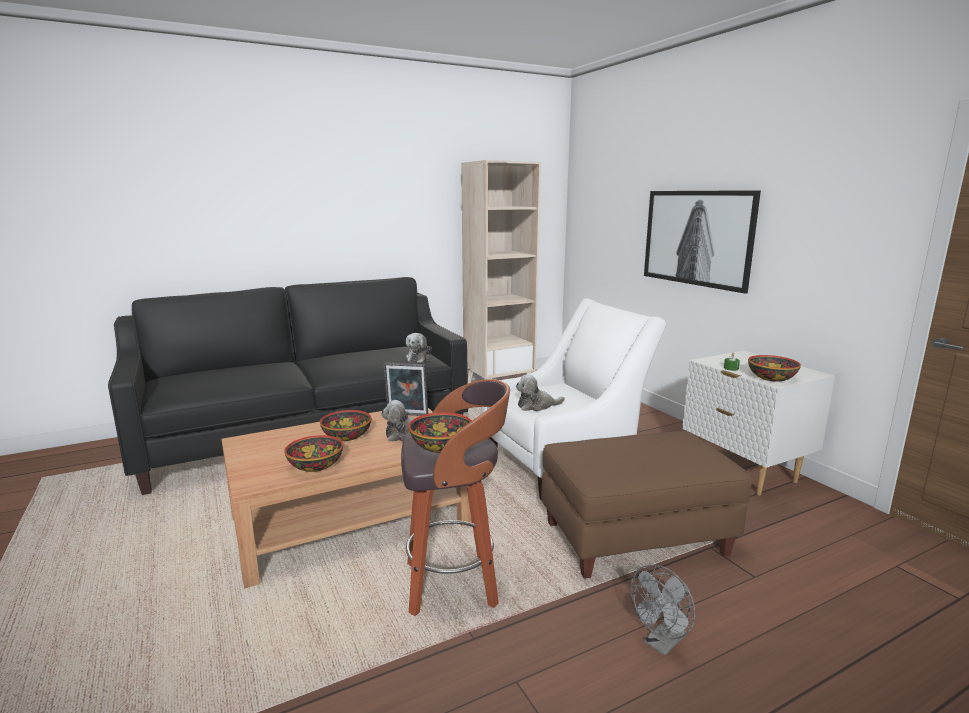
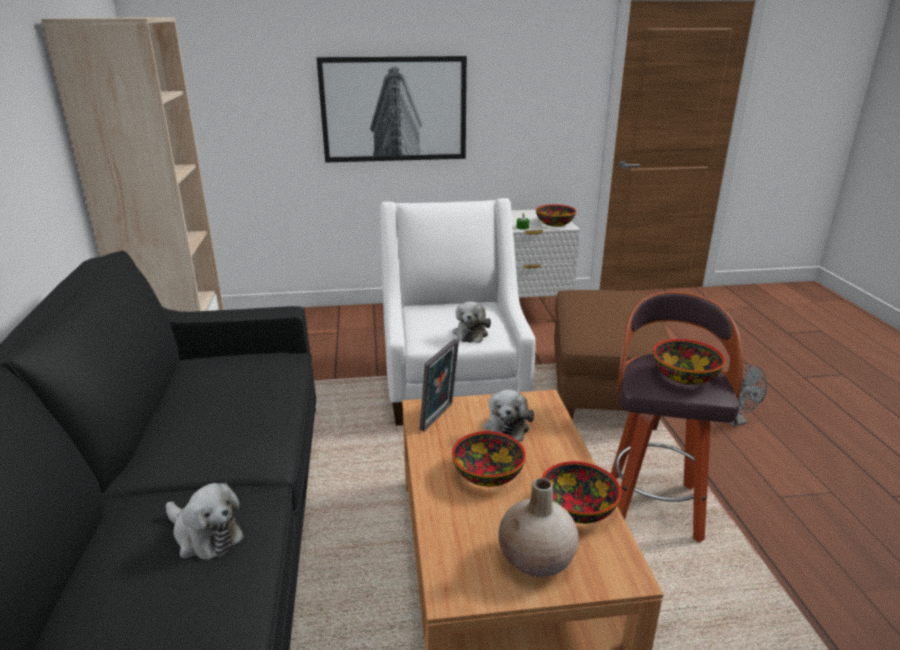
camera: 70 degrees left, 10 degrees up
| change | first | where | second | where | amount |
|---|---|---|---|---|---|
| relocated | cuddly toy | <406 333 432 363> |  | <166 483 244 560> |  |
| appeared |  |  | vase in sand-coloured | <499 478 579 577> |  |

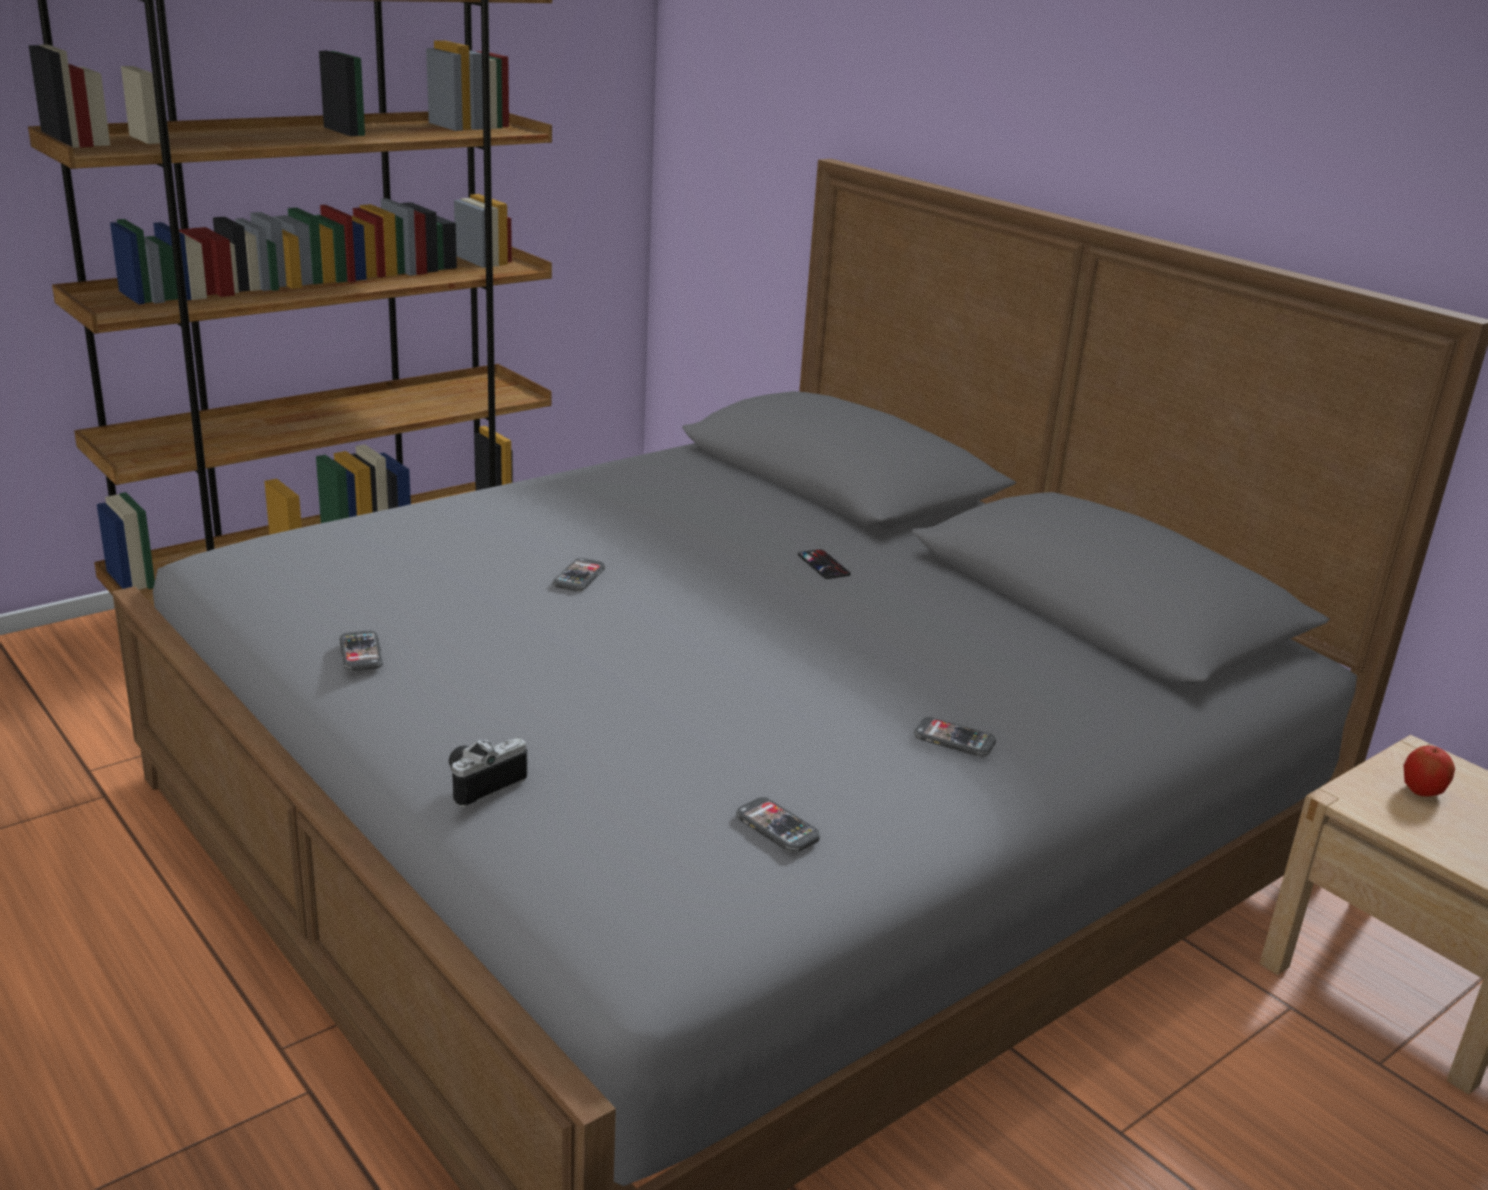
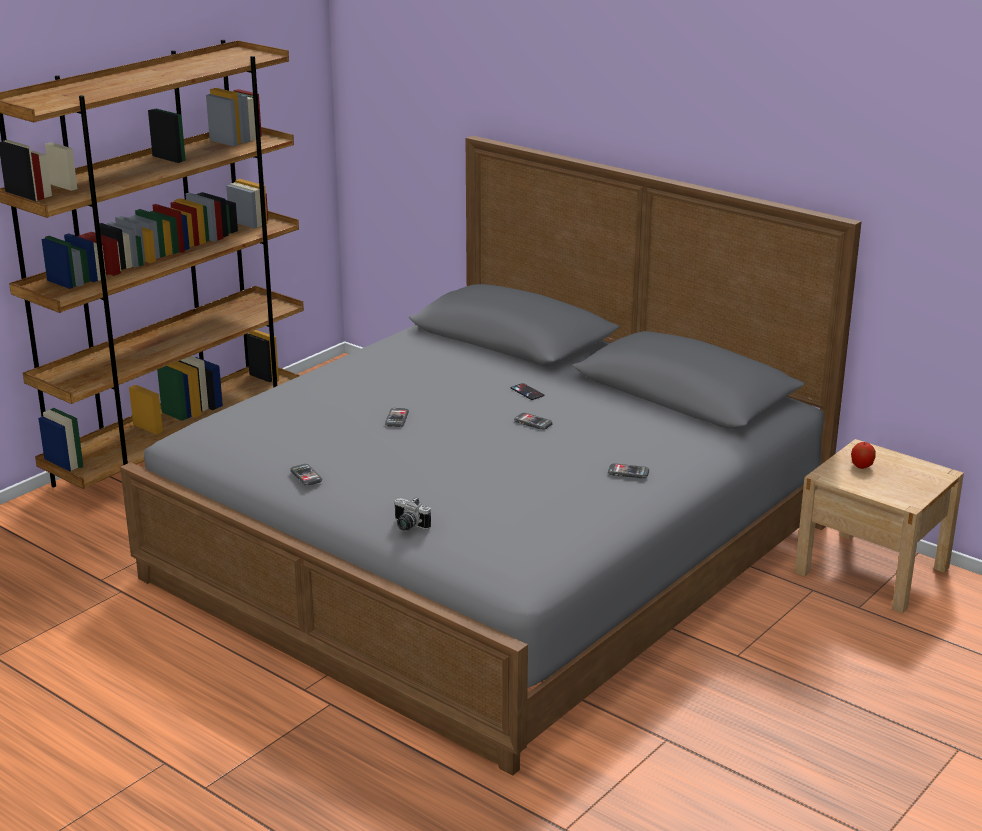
camera: 10 degrees left, 0 degrees up
| change | first | where | second | where | amount |
|---|---|---|---|---|---|
| spun | photo camera | <449 737 528 807> |  | <394 497 431 531> | 90 degrees counterclockwise |
| relocated | handset | <736 797 820 853> |  | <514 413 553 430> |  |

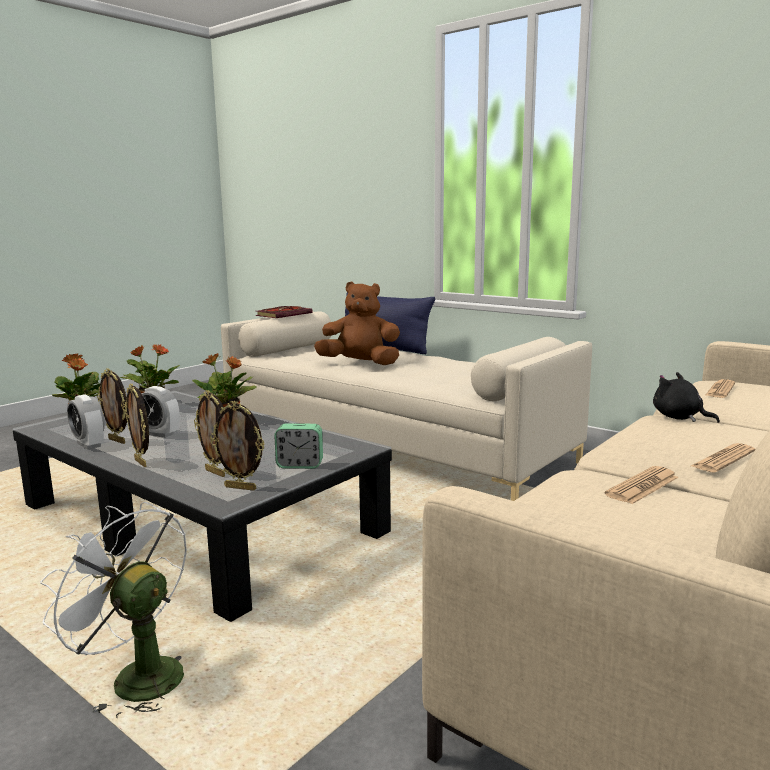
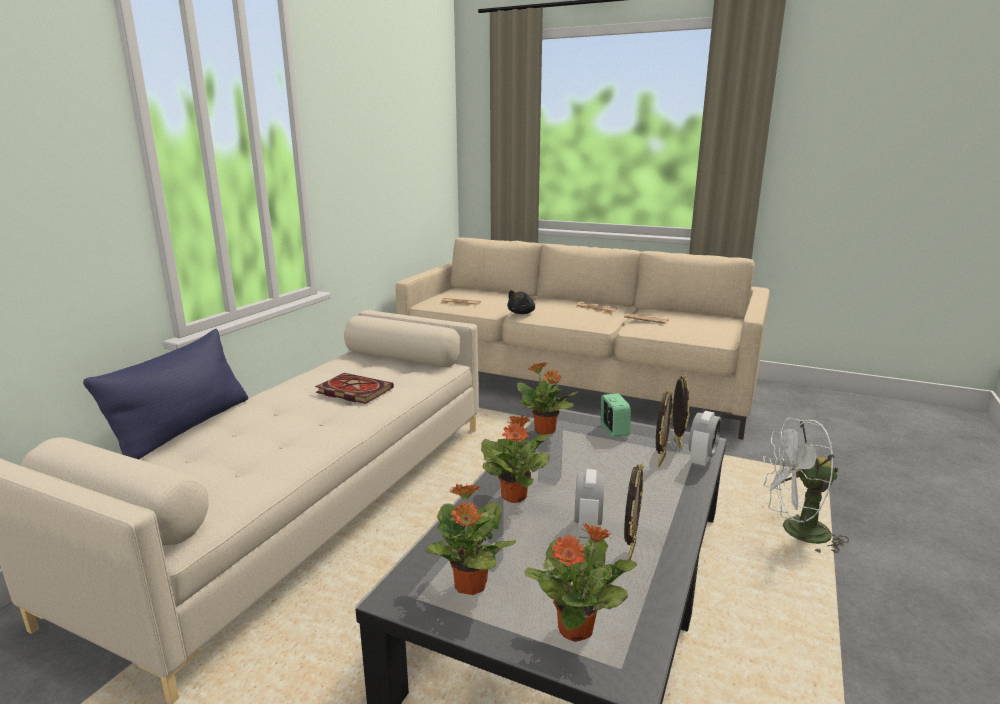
camera: 105 degrees left, 5 degrees up
| change | first | where | second | where | amount |
|---|---|---|---|---|---|
| relocated | volume | <256 306 313 318> |  | <315 373 394 404> |  |
| appeared |  |  | houseplant | <517 362 578 435> |  |
| relocated | bedside clock | <67 394 105 450> |  | <689 411 721 468> |  |
| spun | cooling fan in whitish | <40 502 187 718> |  | <762 418 849 554> | 75 degrees clockwise |
| missing | photo frame | <125 383 149 467> |  |  |  |
| missing | cuddly toy in brown | <314 282 400 365> |  |  |  |

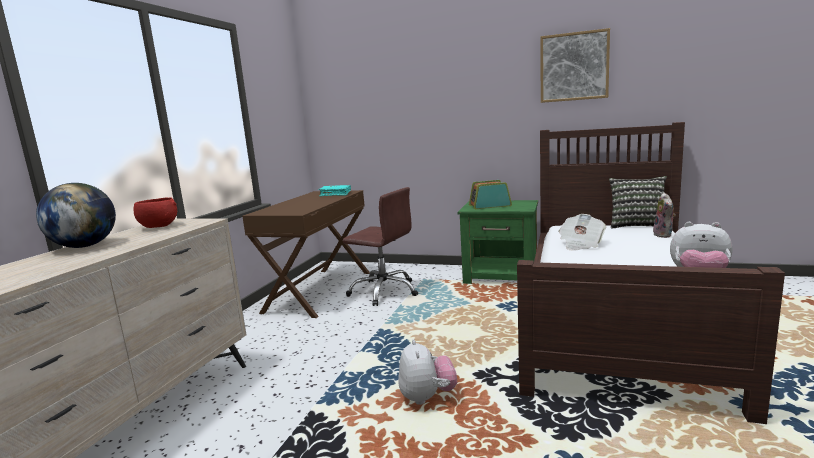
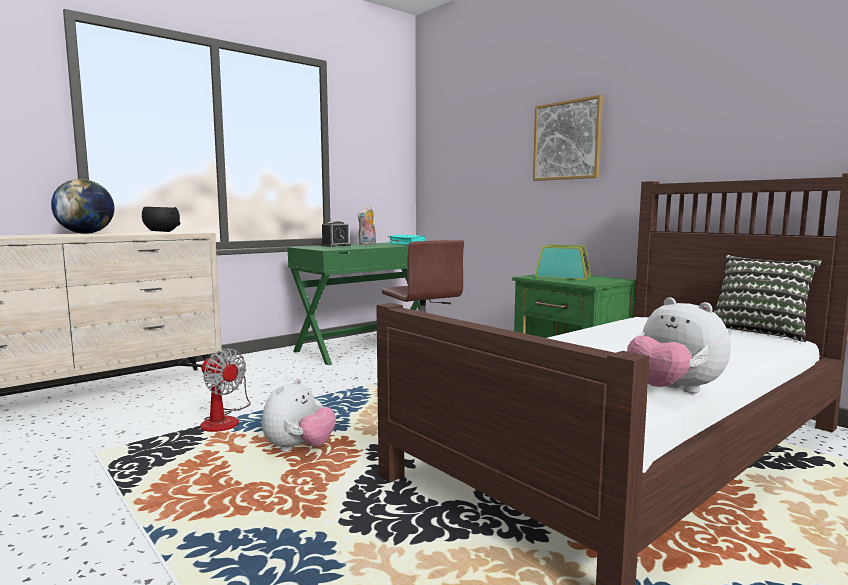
camera: 30 degrees right, 5 degrees down
| change | first | where | second | where | amount |
|---|---|---|---|---|---|
| colour | deep dish in red-coloured | <133 197 177 228> | deep dish in black | <142 207 181 232> |  |
| appeared |  |  | cooling fan | <200 348 251 432> |  |
| colour | desk in brown | <242 190 370 318> | desk in greenish | <287 242 426 365> |  |
| appeared |  |  | bedside clock | <321 221 351 247> |  |
| relocated | cuddly toy | <653 193 676 238> |  | <357 206 376 245> |  |
| relocated | wall picture | <540 28 610 103> |  | <533 95 603 181> |  |
| missing | daily paper | <559 214 607 251> |  |  |  |

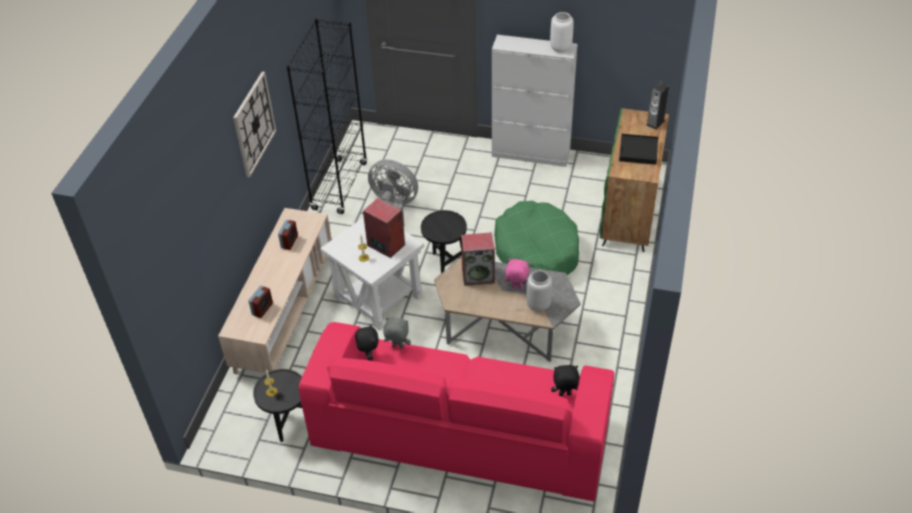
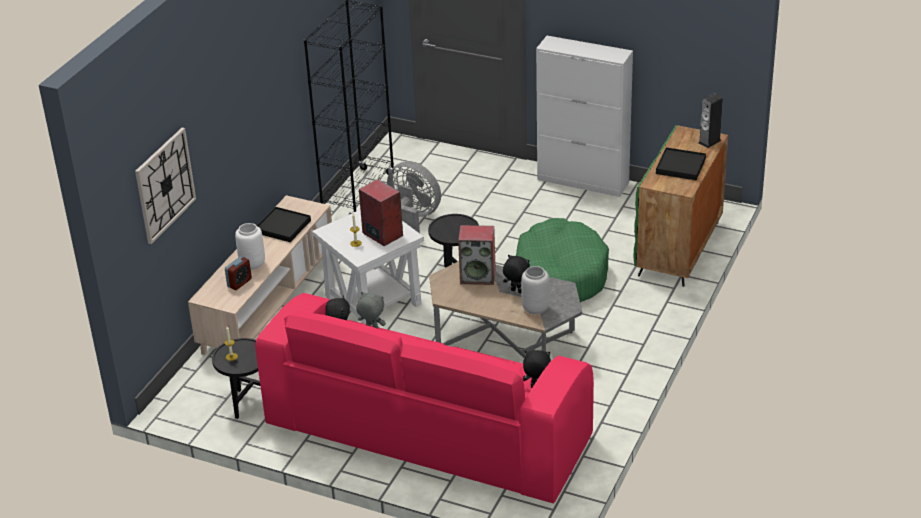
camera: 10 degrees right, 10 degrees down
| change | first | where | second | where | amount |
|---|---|---|---|---|---|
| relocated | hanging clock | <233 72 276 177> |  | <135 128 196 244> |  |
| relocated | vase in whitish | <550 12 574 53> |  | <235 223 265 270> |  |
| exchanged | bedside clock | <278 220 298 250> | carrying tray in black | <257 207 311 242> |  |
| colour | cuddly toy in pink | <504 259 529 290> | cuddly toy in black | <503 255 530 293> |  |

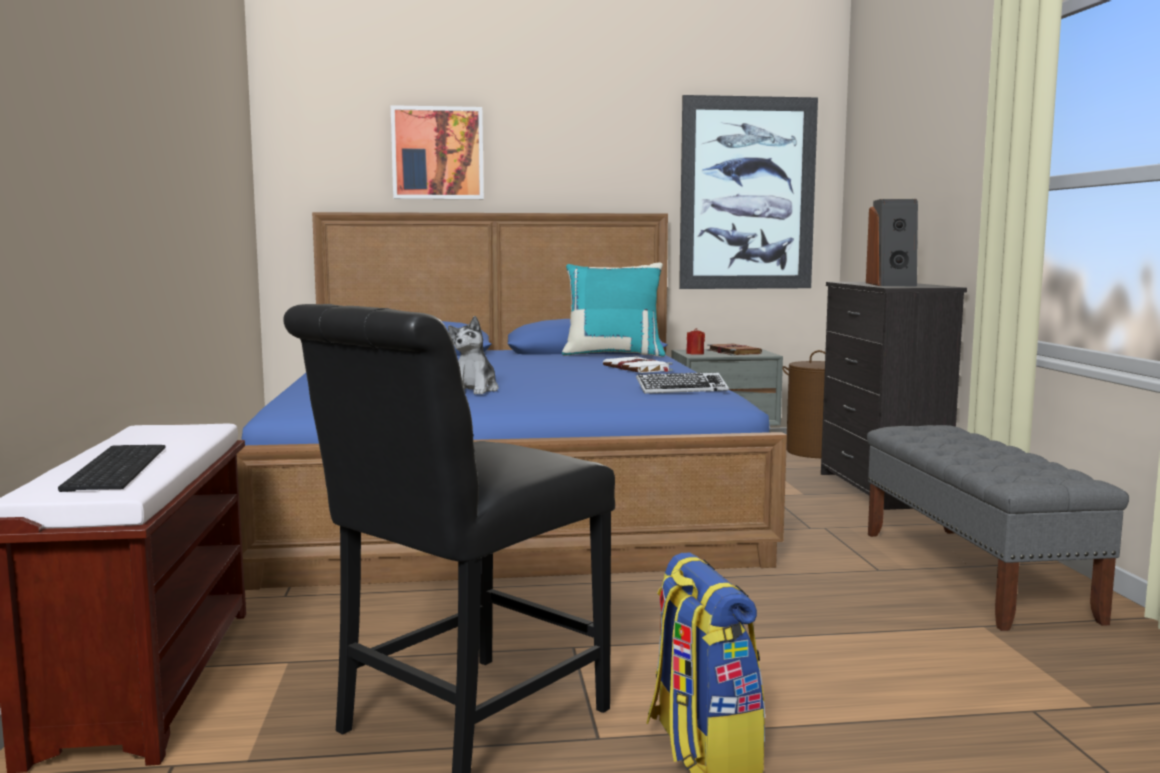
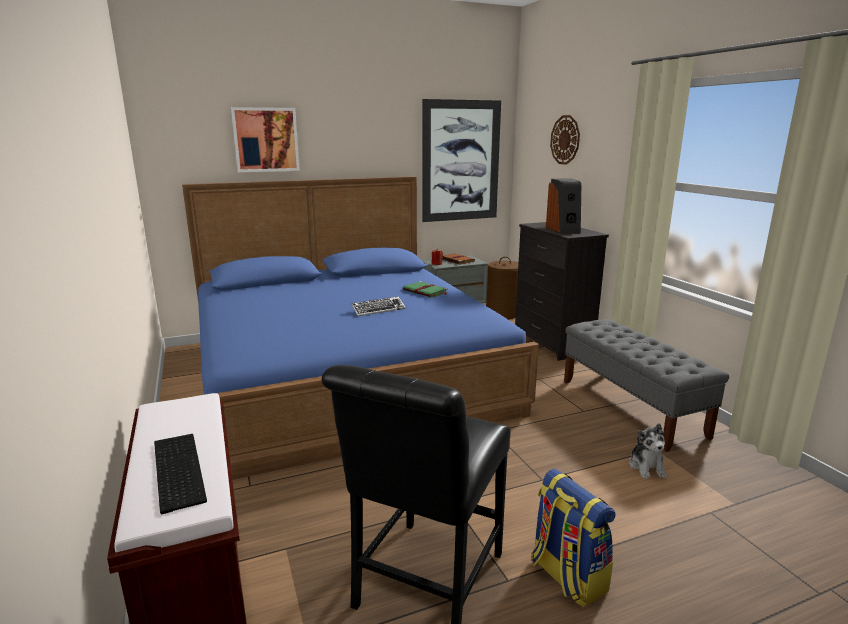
camera: 15 degrees left, 10 degrees up
| change | first | where | second | where | amount |
|---|---|---|---|---|---|
| relocated | computer keyboard | <636 372 729 394> |  | <351 296 406 316> |  |
| colour | volume in whitish | <603 356 673 373> | volume in greenish | <403 281 448 298> |  |
| appeared |  |  | hanging clock | <550 115 580 165> |  |
| relocated | cuddly toy | <448 316 499 395> |  | <629 423 667 479> |  |
| missing | cushion in turquoise-coloured | <562 263 666 357> |  |  |  |

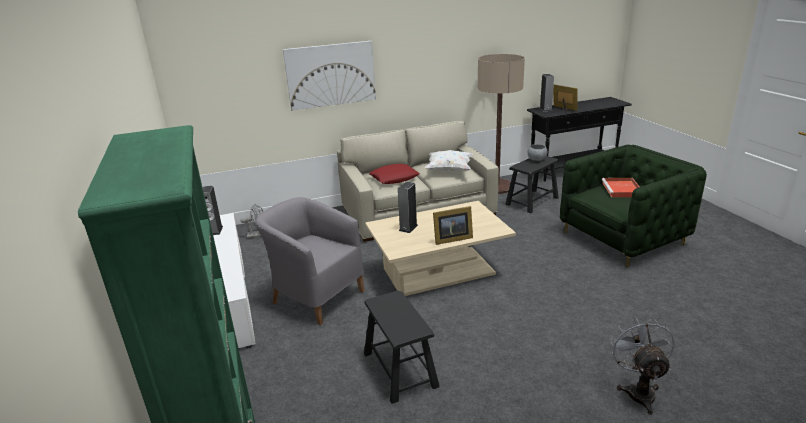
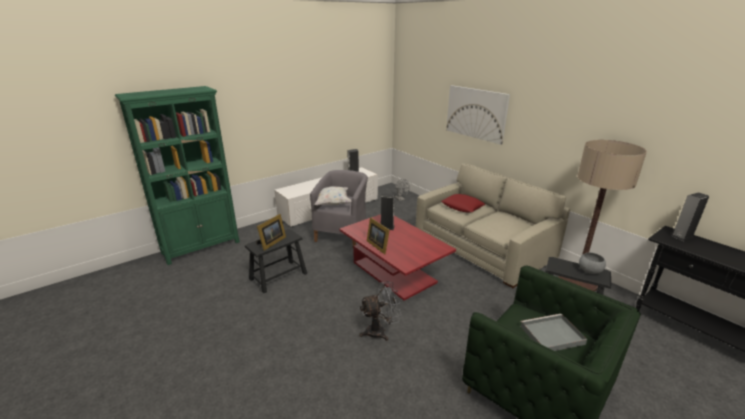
camera: 70 degrees right, 0 degrees up
| change | first | where | second | where | amount |
|---|---|---|---|---|---|
| relocated | photo frame | <553 84 578 112> |  | <256 214 286 251> |  |
| relocated | cushion in whitish | <425 150 472 171> |  | <315 186 351 206> |  |
| colour | low table in sand-coloured | <365 201 516 296> | low table in red-coloured | <339 214 456 301> |  |
| relocated | cooling fan in grey | <610 317 675 415> |  | <359 282 401 341> |  |
| colour | carrying tray in red-coloured | <602 178 639 197> | carrying tray in grey | <521 314 587 351> |  |

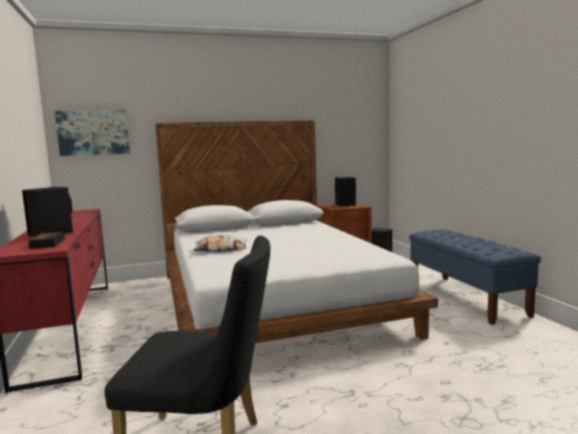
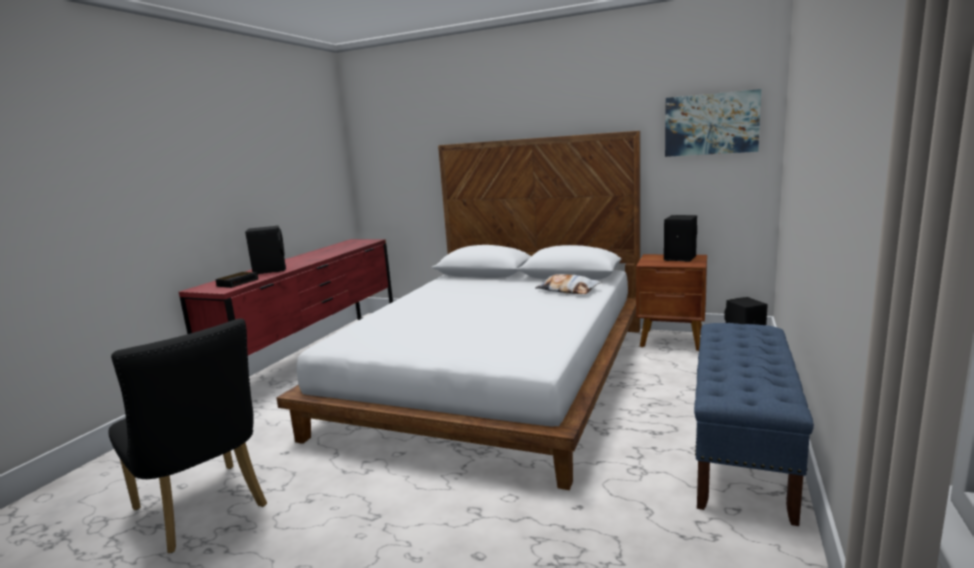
camera: 40 degrees right, 5 degrees up
| change | first | where | second | where | amount |
|---|---|---|---|---|---|
| relocated | cushion | <193 235 247 252> |  | <535 274 601 294> |  |
| relocated | wall picture | <55 110 130 156> |  | <665 89 761 157> |  |

